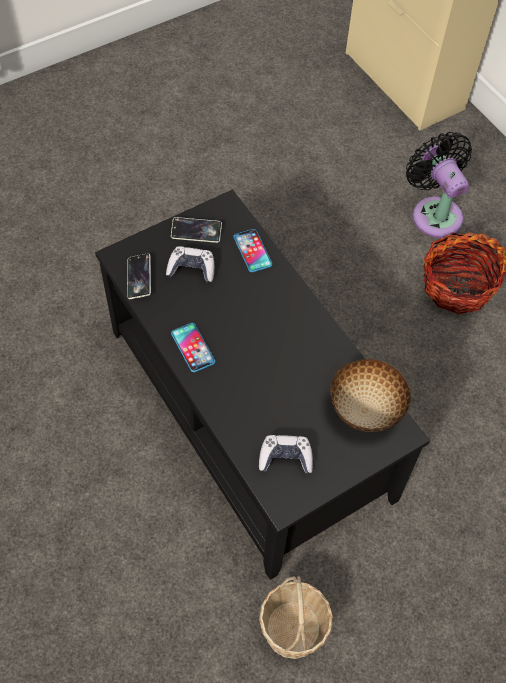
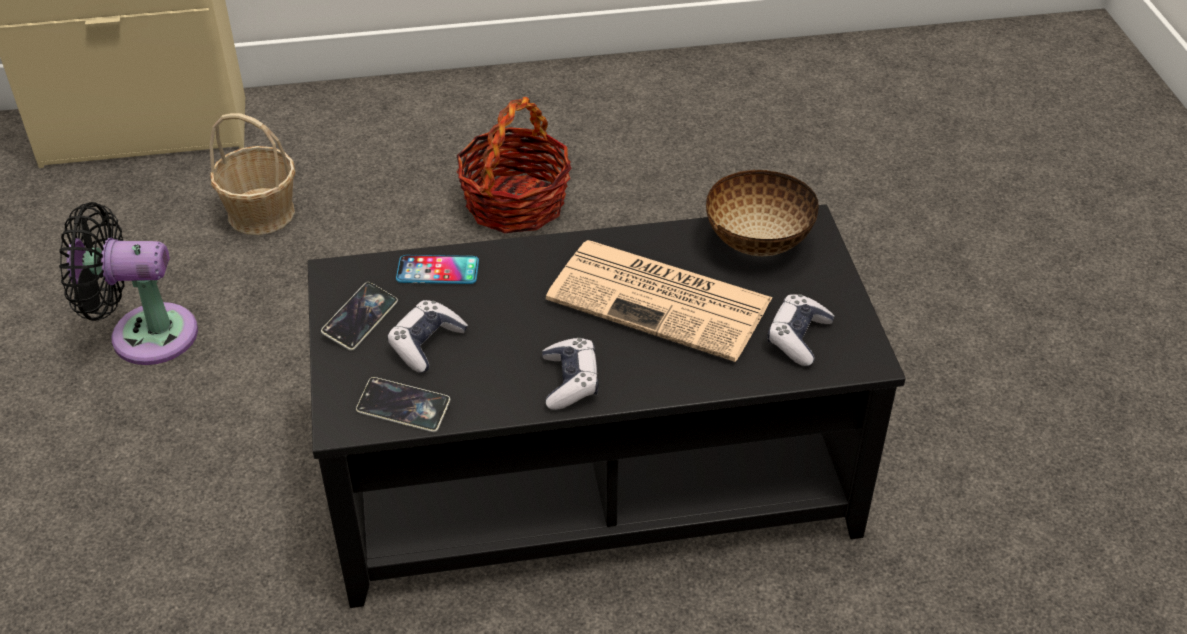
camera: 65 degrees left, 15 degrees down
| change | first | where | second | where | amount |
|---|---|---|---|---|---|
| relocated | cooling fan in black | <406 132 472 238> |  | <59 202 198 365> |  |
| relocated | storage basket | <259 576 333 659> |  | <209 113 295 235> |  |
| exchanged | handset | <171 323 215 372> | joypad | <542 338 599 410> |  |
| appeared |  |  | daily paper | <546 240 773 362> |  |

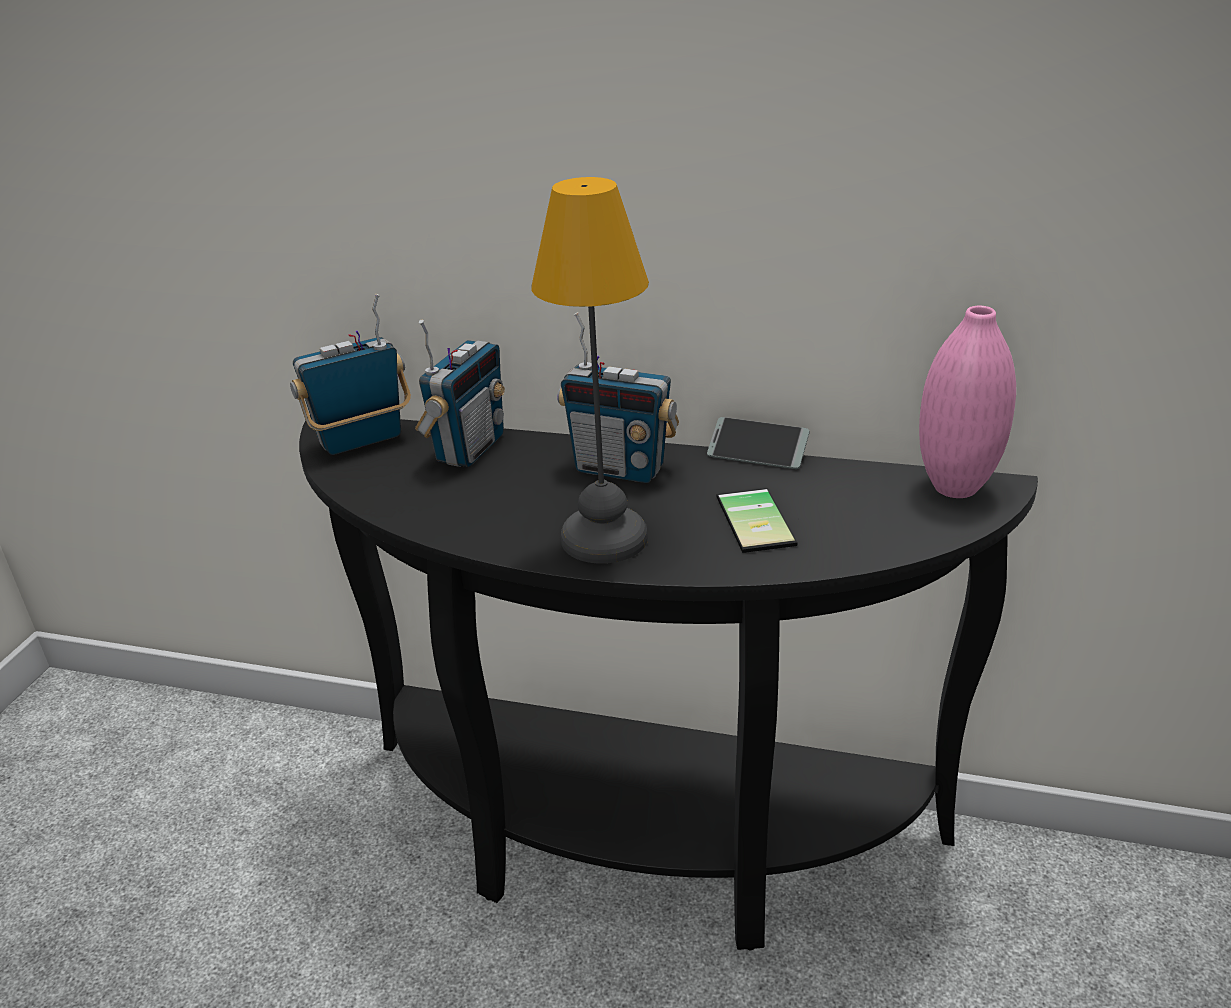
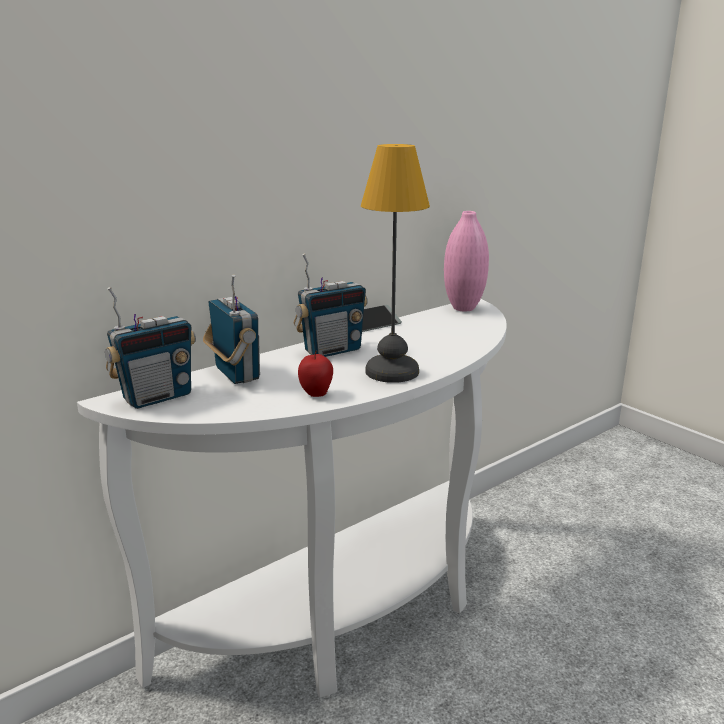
camera: 55 degrees left, 10 degrees down
| change | first | where | second | where | amount |
|---|---|---|---|---|---|
| colour | console table in black | <299 416 1038 950> | console table in whitish | <77 299 507 698> |  |
| spun | radio set | <290 294 411 455> |  | <105 287 196 409> | 135 degrees counterclockwise |
| appeared |  |  | whole apple | <298 351 333 397> |  |
| missing | handset | <717 488 797 553> |  |  |  |

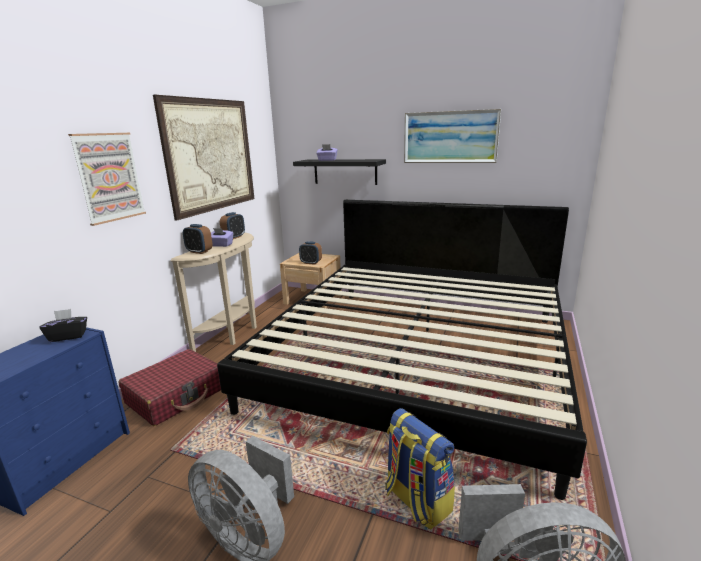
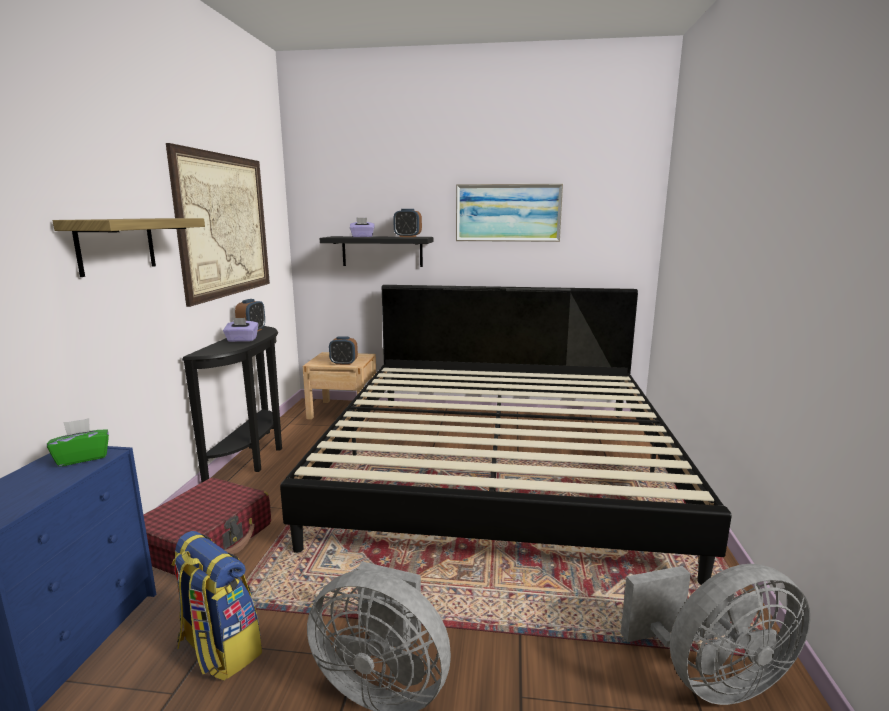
camera: 15 degrees left, 5 degrees down
| change | first | where | second | where | amount |
|---|---|---|---|---|---|
| colour | tissue box in black | <39 309 87 342> | tissue box in greenish | <47 418 109 467> |  |
| exchanged | wall picture | <68 133 146 226> | shelf | <53 218 205 277> |  |
| relocated | rucksack | <385 408 455 530> |  | <172 531 262 681> |  |
| colour | console table in sand-coloured | <171 232 257 352> | console table in black | <182 326 282 482> |  |
| relocated | bedside clock | <183 224 212 254> |  | <393 209 422 237> |  |

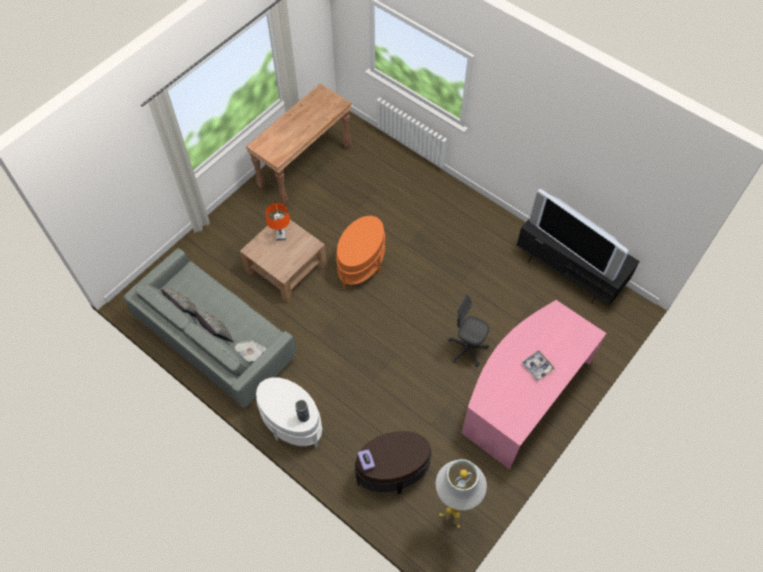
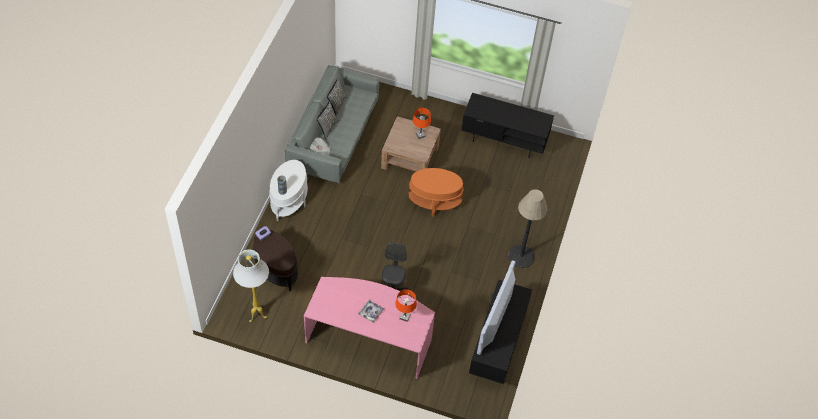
camera: 65 degrees right, 5 degrees down
| change | first | where | second | where | amount |
|---|---|---|---|---|---|
| appeared |  |  | tabletop lamp in orange-coloured | <395 289 417 322> |  |
| exchanged | console table in brown | <246 84 352 207> | media console in black | <461 93 554 158> |  |
| appeared |  |  | floor lamp | <508 189 548 268> |  |

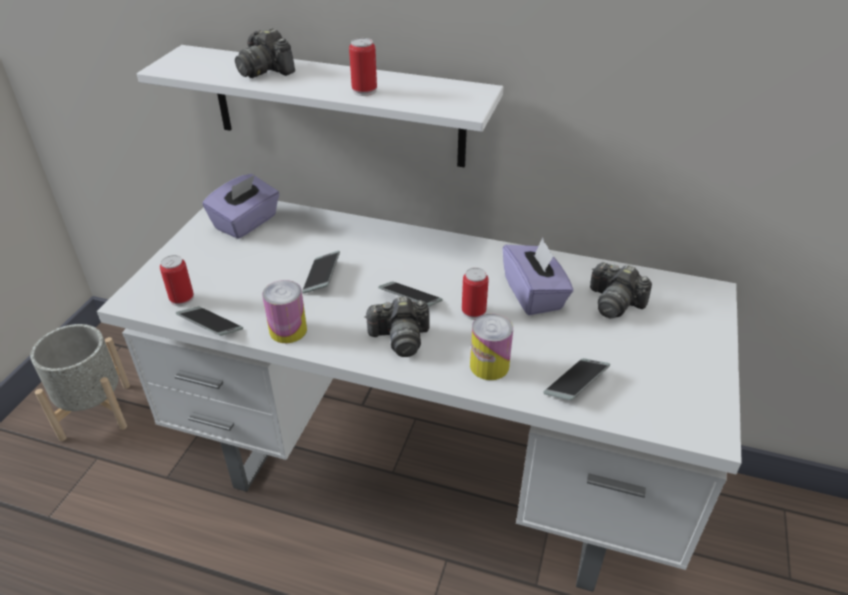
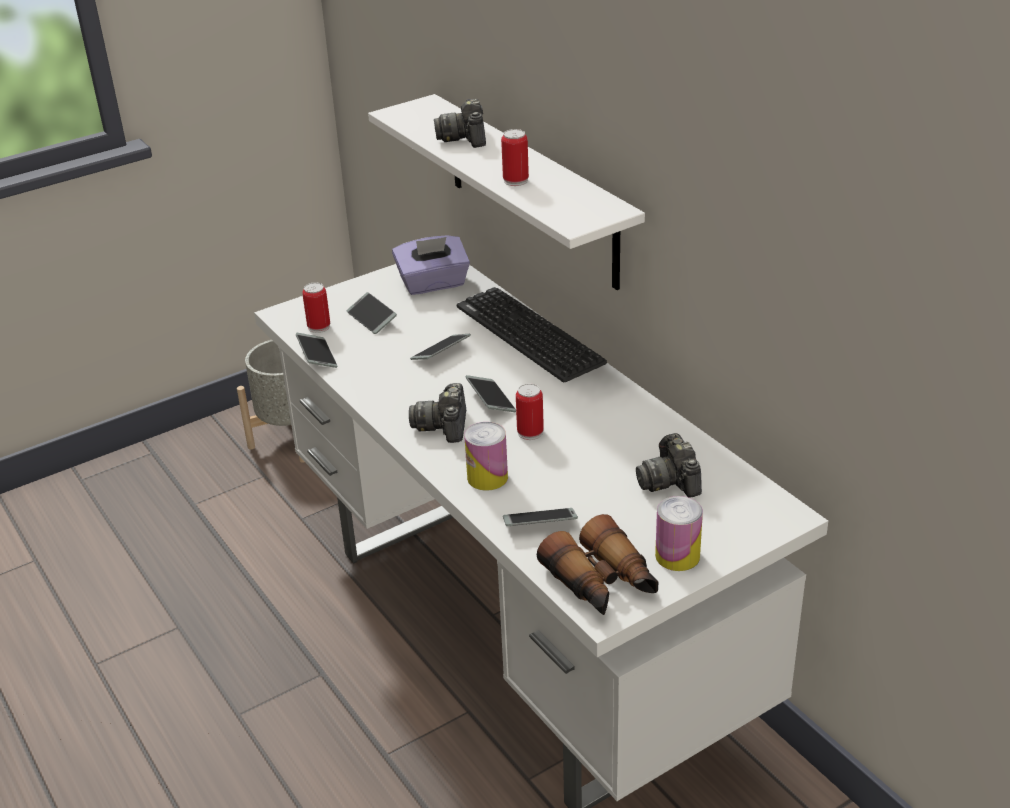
camera: 40 degrees right, 5 degrees down
| change | first | where | second | where | amount |
|---|---|---|---|---|---|
| appeared |  |  | handset | <347 292 397 334> |  |
| spun | photo camera | <364 296 430 357> |  | <409 383 466 443> | 60 degrees clockwise |
| appeared |  |  | computer keyboard | <456 287 607 382> |  |
| appeared |  |  | pair of binoculars | <537 514 658 615> |  |
| relocated | can | <262 280 307 343> |  | <655 496 703 571> |  |
| missing | tissue box in purple-coloured | <503 238 573 315> |  |  |  |

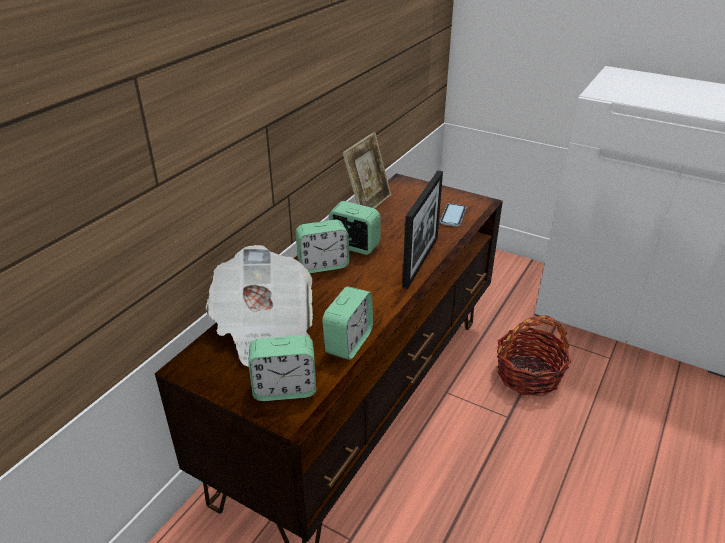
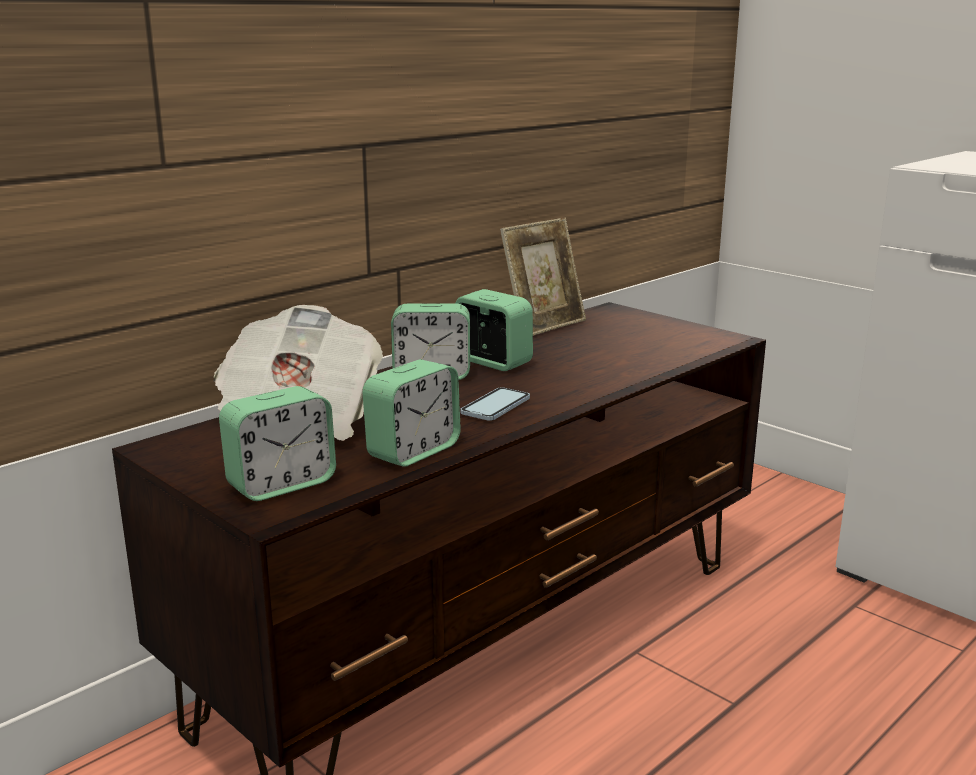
camera: 15 degrees right, 15 degrees down
| change | first | where | second | where | amount |
|---|---|---|---|---|---|
| spun | bedside clock | <249 335 316 401> |  | <219 386 336 501> | 45 degrees counterclockwise |
| relocated | handset | <440 203 466 227> |  | <460 387 530 421> |  |
| missing | photo frame | <402 170 443 289> |  |  |  |
| missing | storage basket | <497 315 571 397> |  |  |  |

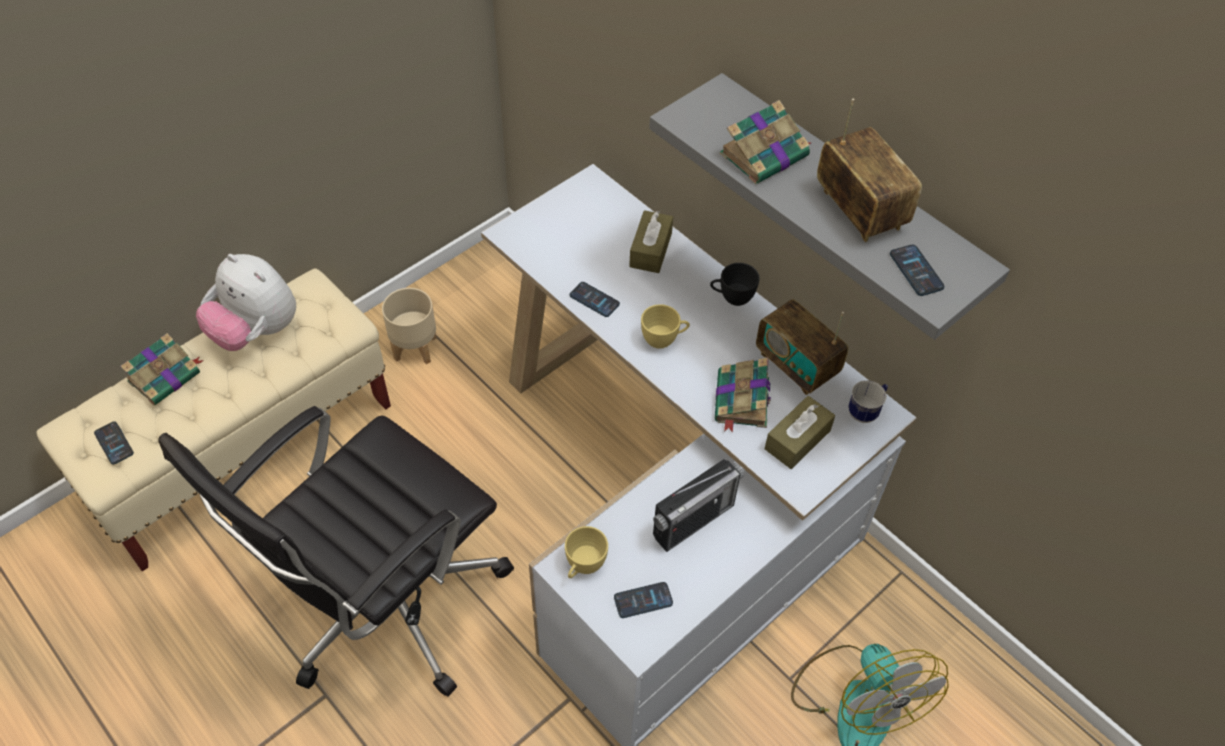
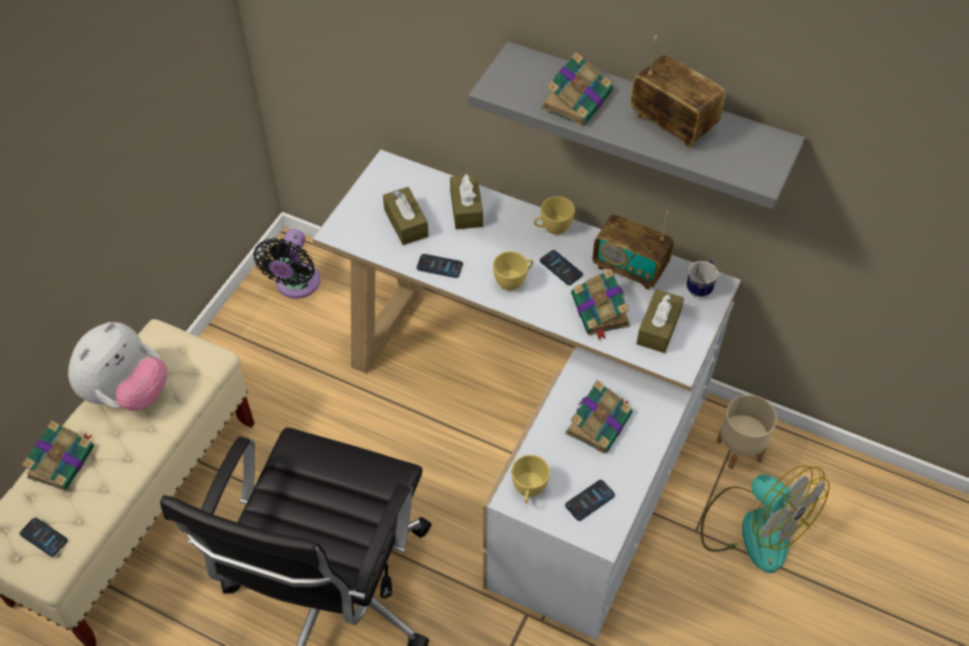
camera: 20 degrees left, 0 degrees up
| change | first | where | second | where | amount |
|---|---|---|---|---|---|
| spun | cuddly toy | <196 254 296 351> |  | <68 322 167 411> | 75 degrees counterclockwise |
| appeared |  |  | cooling fan in black | <253 229 320 298> |  |
| appeared |  |  | tissue box in brown | <383 187 429 245> |  |
| colour | small cup in black | <710 263 760 306> | small cup in yellow | <534 196 575 235> |  |
| relocated | handset | <890 245 945 296> |  | <540 250 583 285> |  |
| exchanged | radio set | <653 459 744 552> | volume | <565 380 632 453> |  |
| relocated | flower pot in sand-coloured | <382 288 437 364> |  | <716 395 777 470> |  |

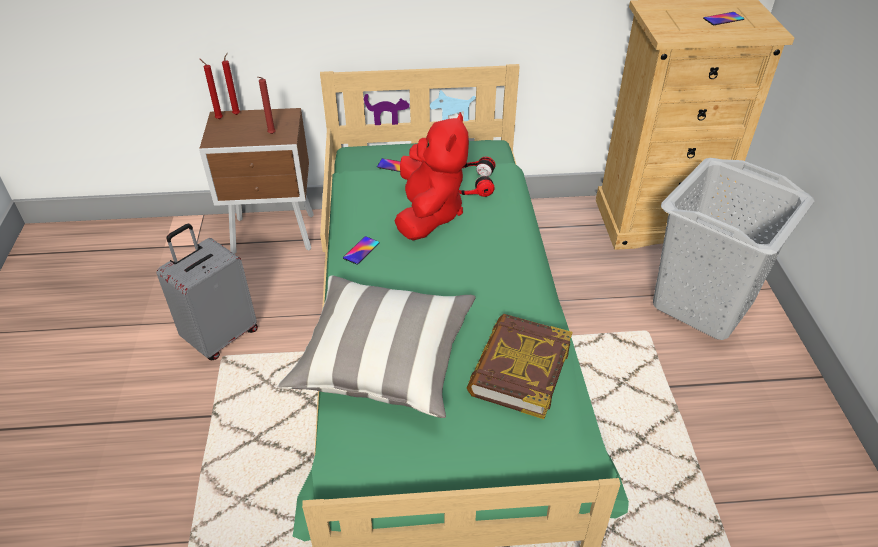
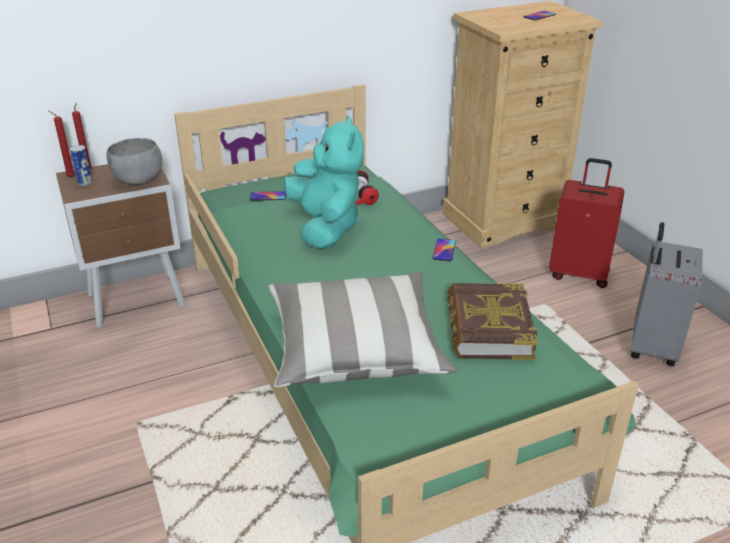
camera: 20 degrees left, 10 degrees down
| change | first | where | second | where | amount |
|---|---|---|---|---|---|
| appeared |  |  | can | <70 145 92 186> |  |
| exchanged | wax candle in red-coloured | <258 77 276 134> | deep dish in grey | <107 138 162 185> |  |
| colour | cuddly toy in red-coloured | <395 112 469 241> | cuddly toy in turquoise-coloured | <284 115 364 249> |  |
| relocated | handset | <343 236 379 265> |  | <433 239 456 261> |  |
| exchanged | laundry basket in grey | <653 158 814 340> | piece of luggage in red-coloured | <549 158 624 288> |  |
| relocated | piece of luggage in grey | <156 224 258 360> |  | <630 222 703 366> |  |

